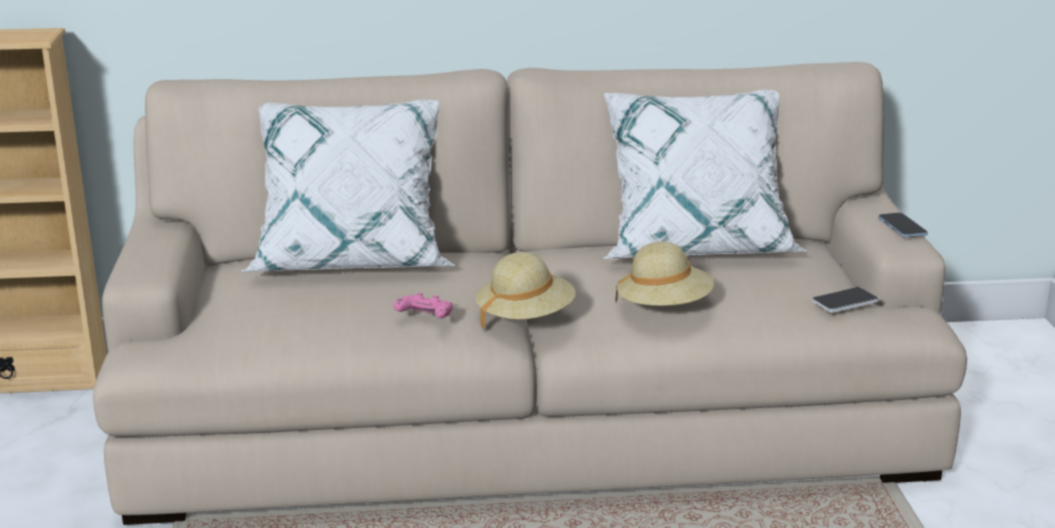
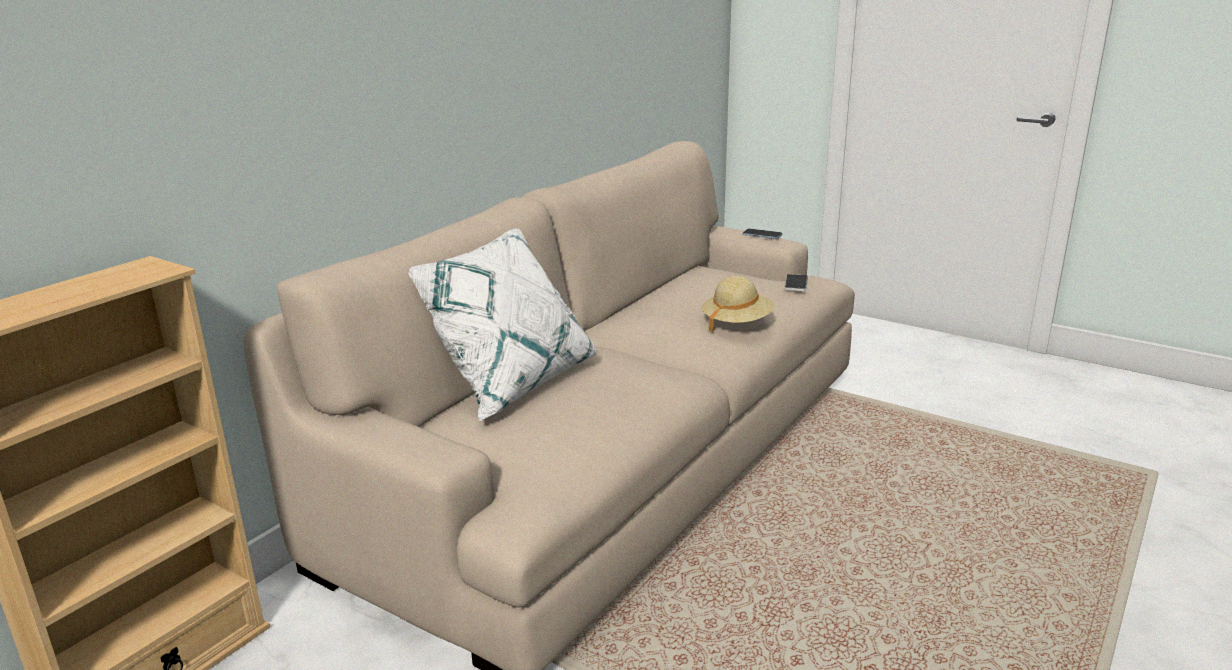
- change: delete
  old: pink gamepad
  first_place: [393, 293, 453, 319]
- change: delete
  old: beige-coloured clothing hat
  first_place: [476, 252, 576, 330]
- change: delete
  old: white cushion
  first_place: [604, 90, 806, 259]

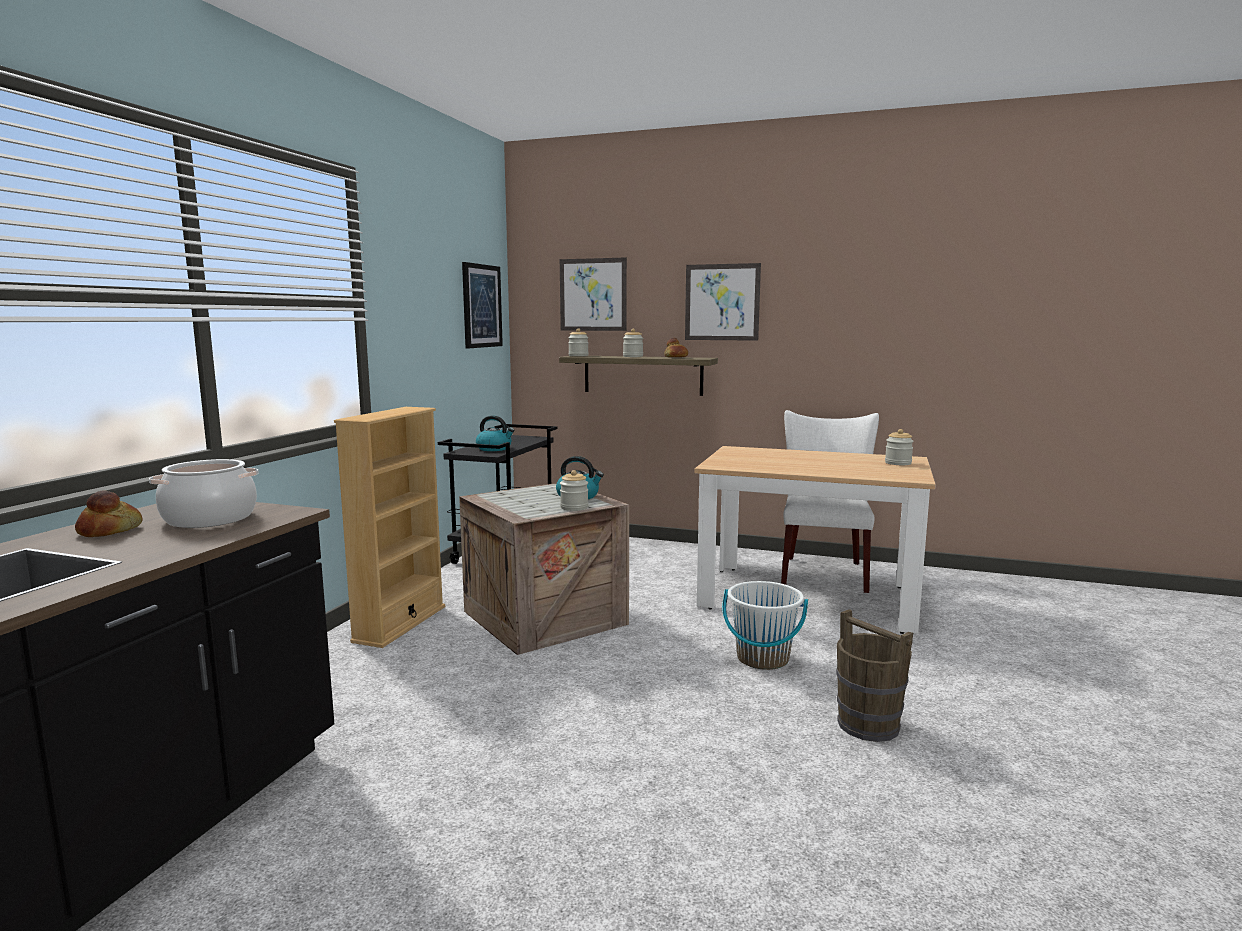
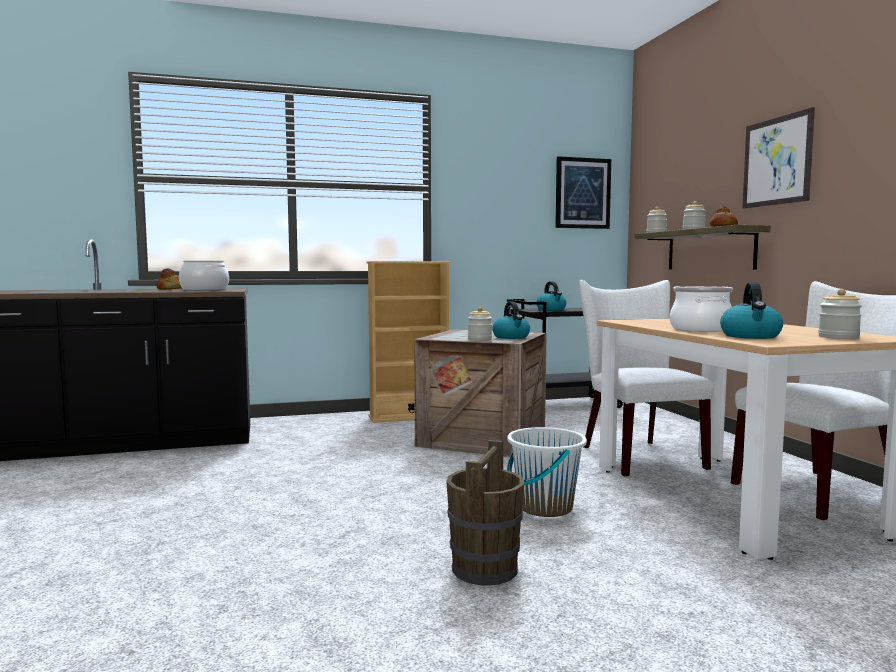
- change: delete
  old: wall art
  first_place: [560, 258, 627, 331]
- change: insert
  new: white chair
  second_place: [579, 280, 714, 476]
- change: insert
  new: stockpot
  second_place: [670, 286, 733, 332]
- change: insert
  new: water kettle
  second_place: [720, 282, 783, 339]

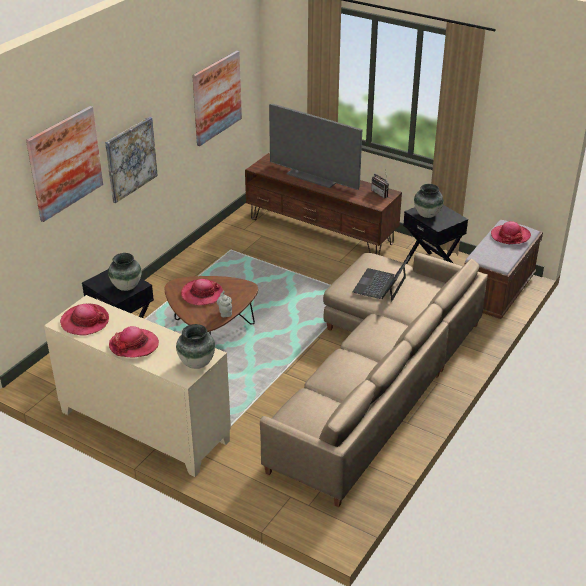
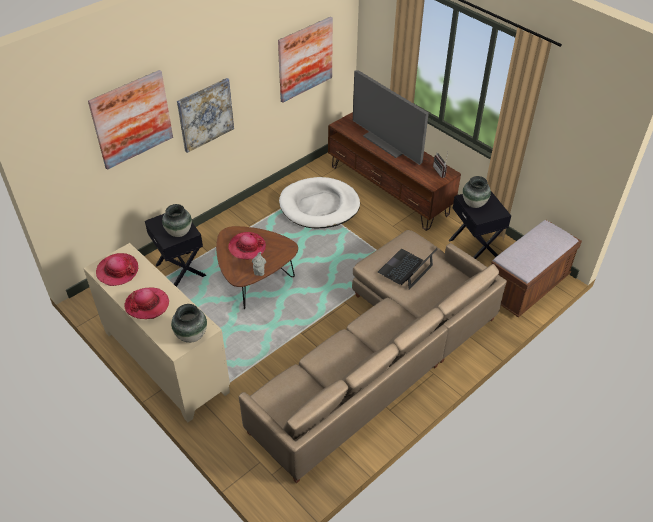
- change: delete
  old: clothing hat
  first_place: [491, 221, 531, 244]
- change: insert
  new: white dog cushion
  second_place: [279, 177, 360, 229]

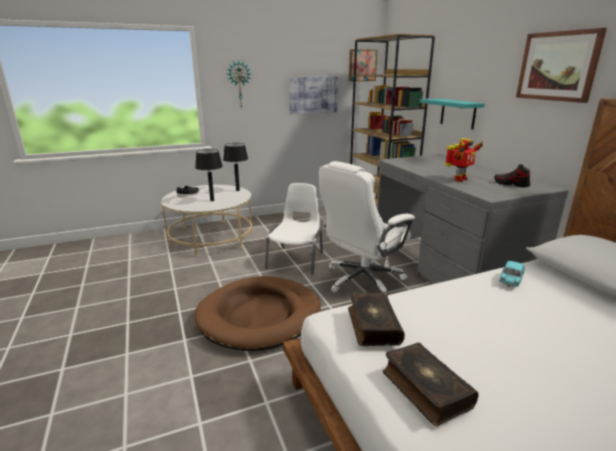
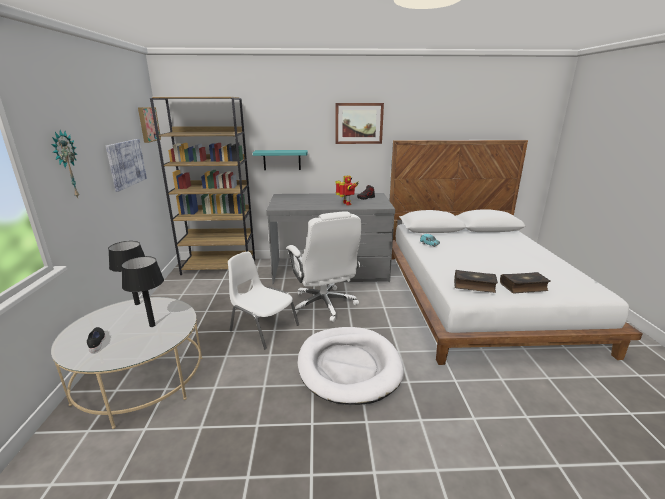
- change: recolor
  old: brown-coloured dog cushion
  new: white dog cushion
  first_place: [195, 276, 321, 351]
  second_place: [298, 327, 404, 405]

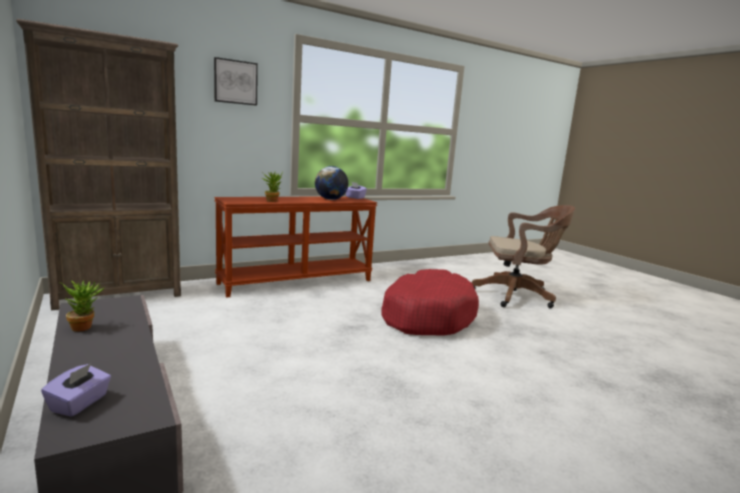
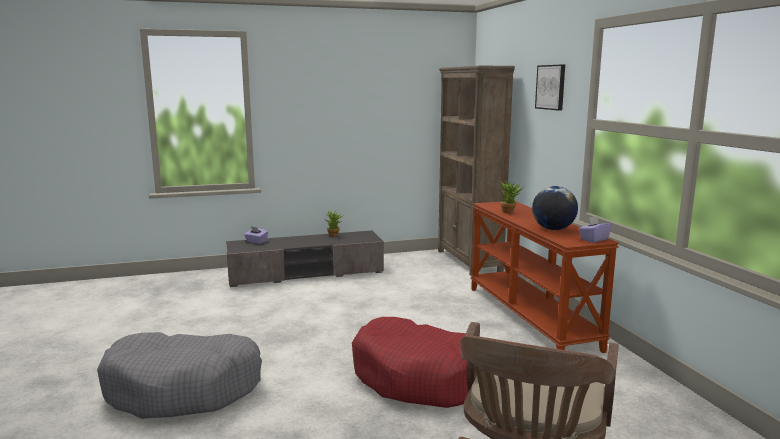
- change: insert
  new: greyish dog cushion
  second_place: [97, 332, 262, 419]

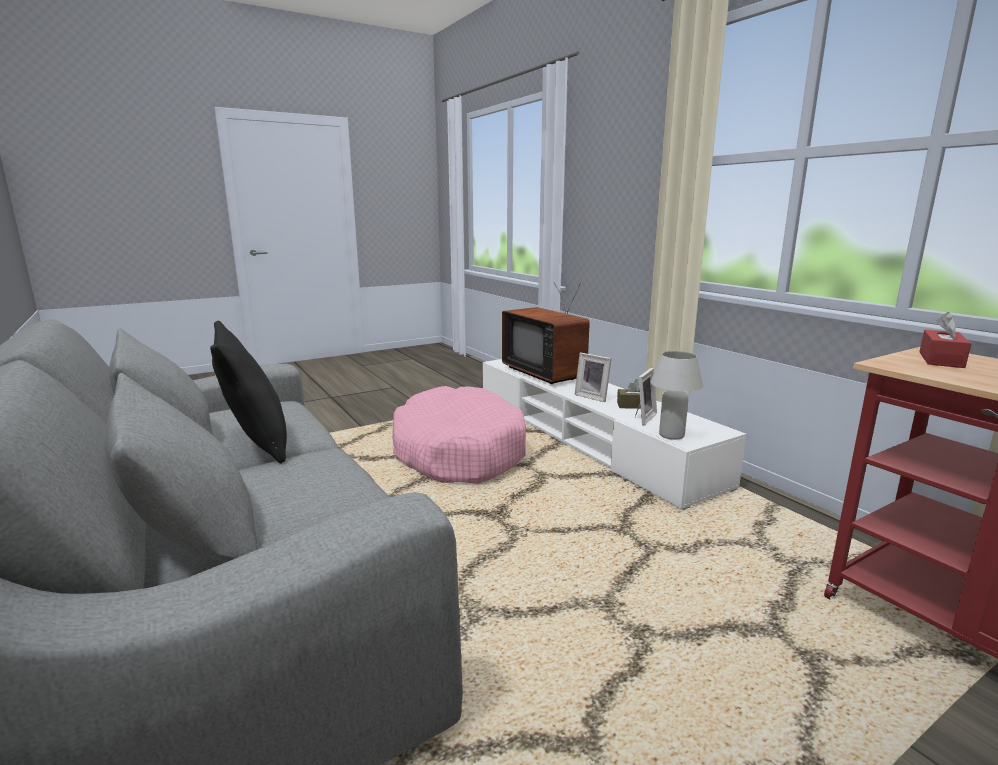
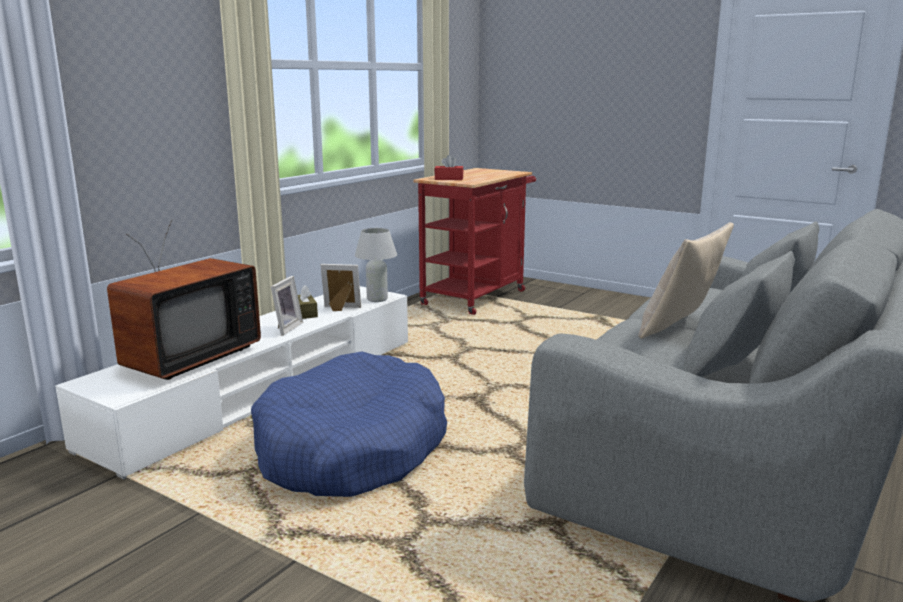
- change: recolor
  old: black cushion
  new: beige-coloured cushion
  first_place: [210, 320, 287, 463]
  second_place: [638, 222, 734, 339]
- change: recolor
  old: pink dog cushion
  new: blue dog cushion
  first_place: [392, 386, 526, 483]
  second_place: [251, 352, 447, 497]

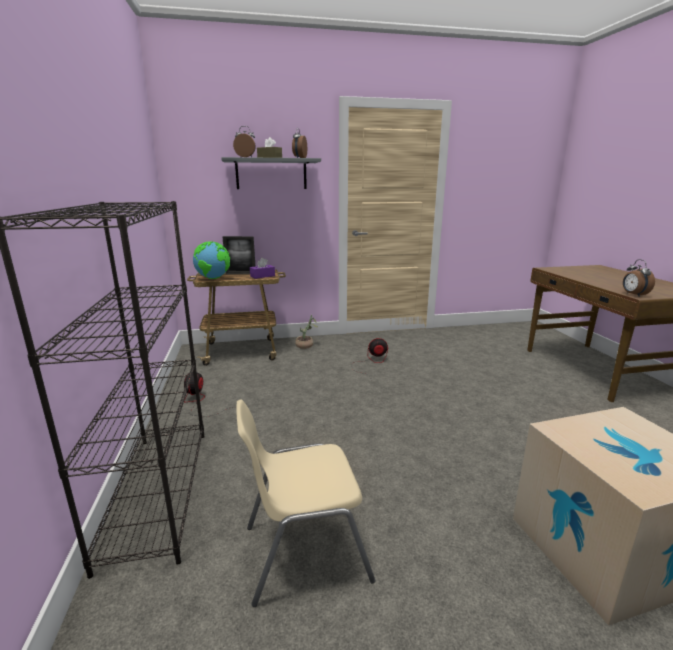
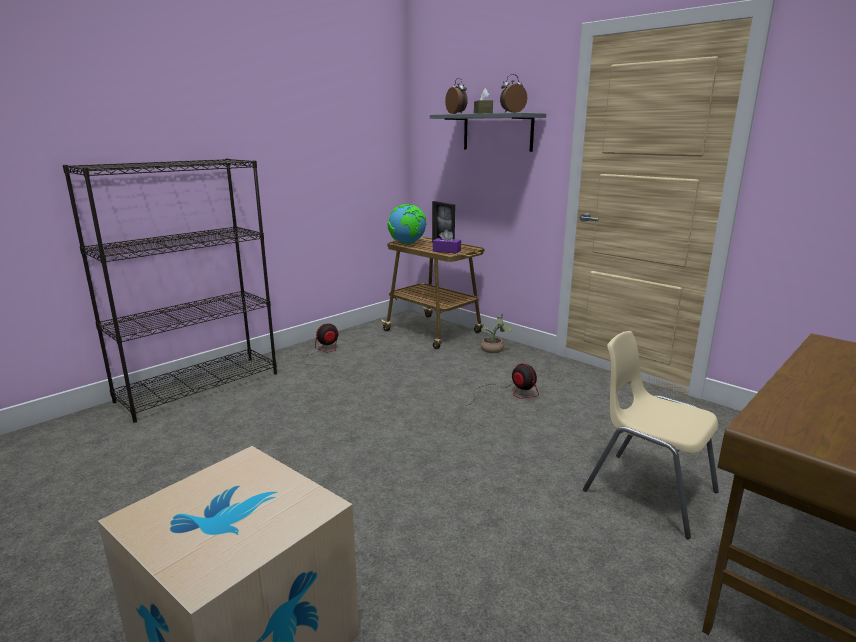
- change: delete
  old: table clock
  first_place: [623, 259, 655, 296]
- change: move
  old: beige-coloured chair
  first_place: [236, 399, 375, 607]
  second_place: [583, 331, 719, 539]

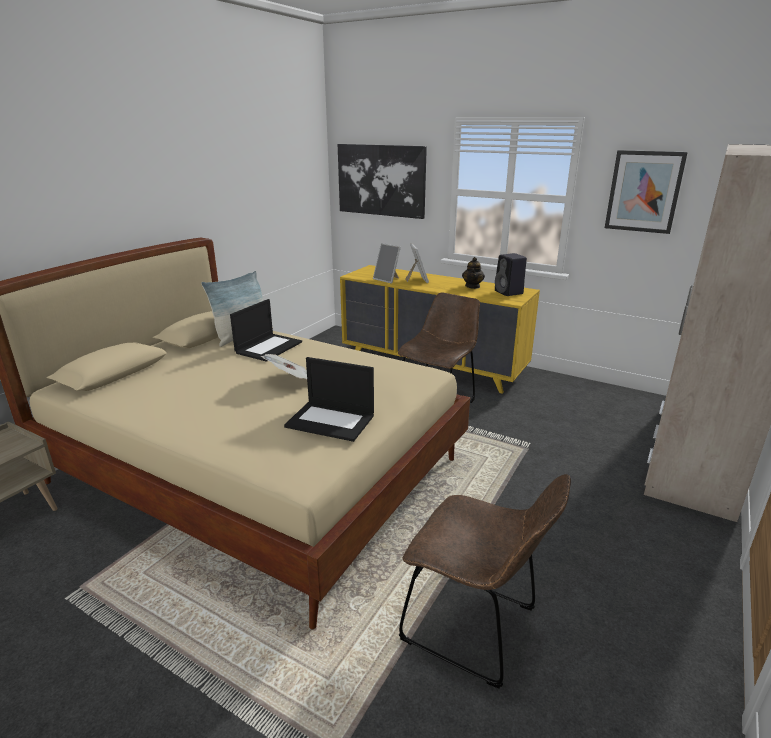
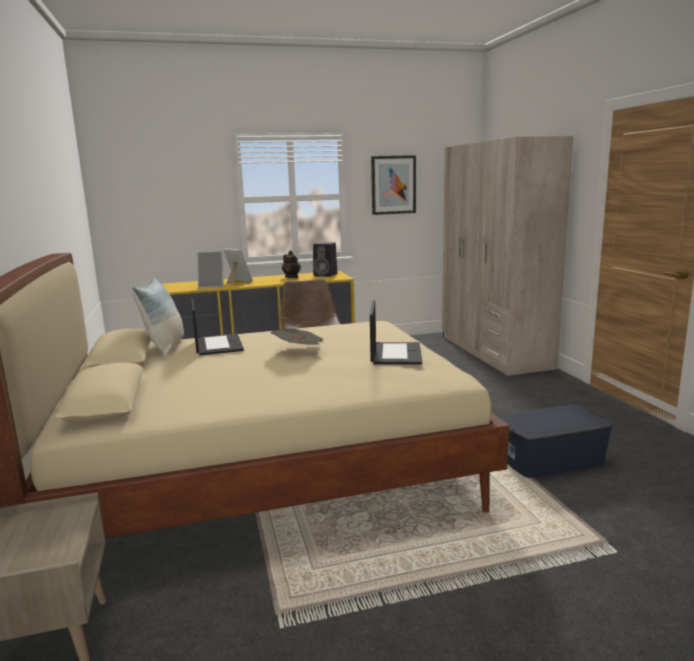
- change: delete
  old: wall art
  first_place: [338, 144, 427, 219]
- change: replace
  old: brown-coloured chair
  new: blue storage container
  first_place: [399, 474, 571, 689]
  second_place: [498, 405, 613, 478]
- change: rotate
  old: portable computer
  first_place: [284, 357, 374, 442]
  second_place: [370, 300, 422, 364]
  degrees: -60

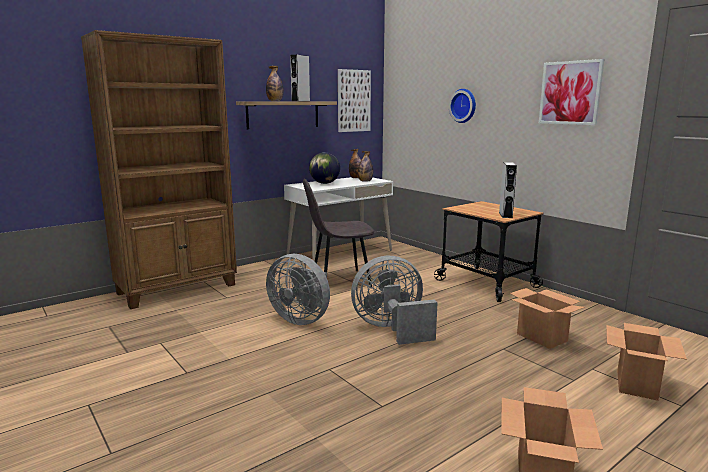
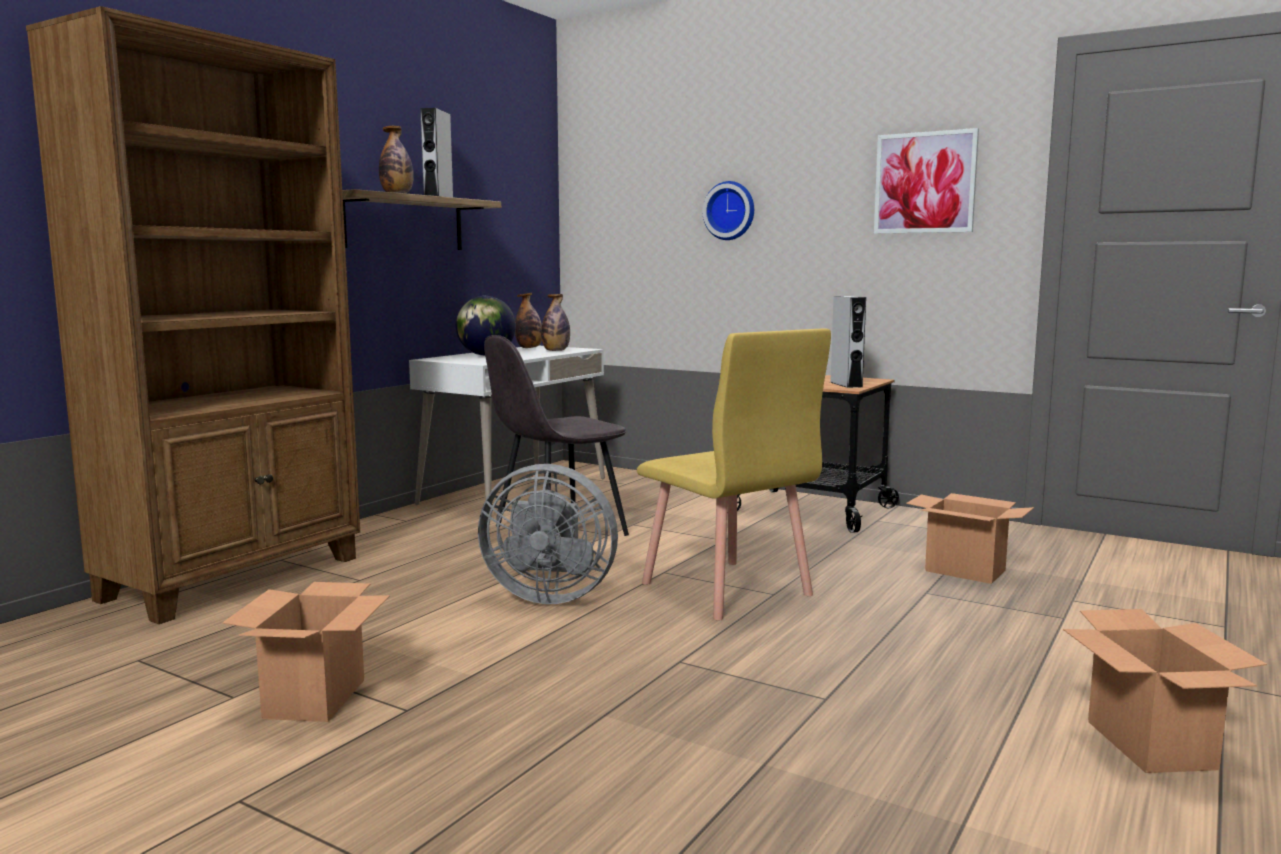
- change: delete
  old: wall art
  first_place: [338, 69, 371, 132]
- change: move
  old: carton
  first_place: [606, 323, 687, 401]
  second_place: [222, 582, 390, 722]
- change: replace
  old: greyish electric fan
  new: yellow-coloured chair
  first_place: [351, 256, 438, 345]
  second_place: [637, 329, 831, 621]

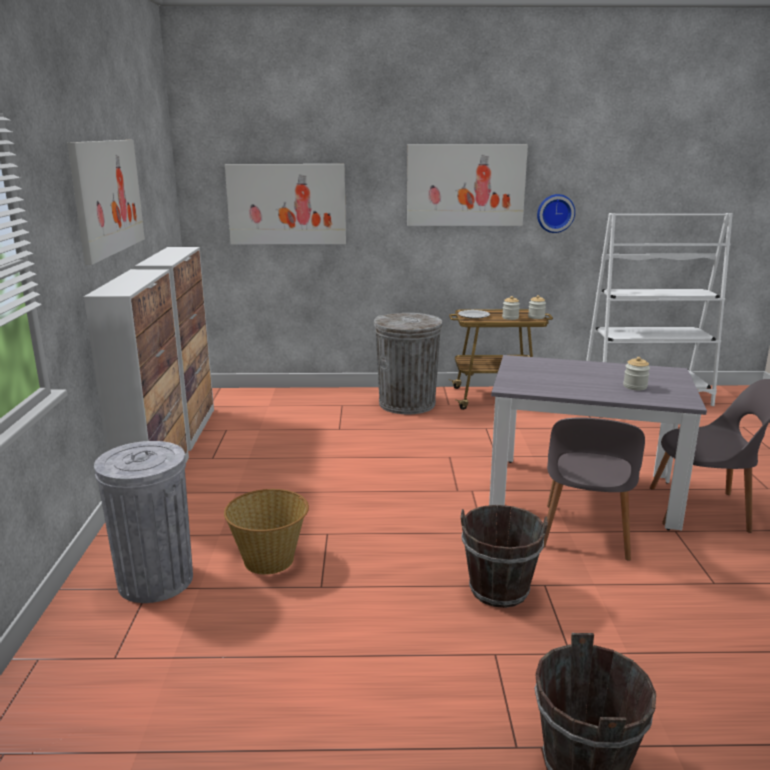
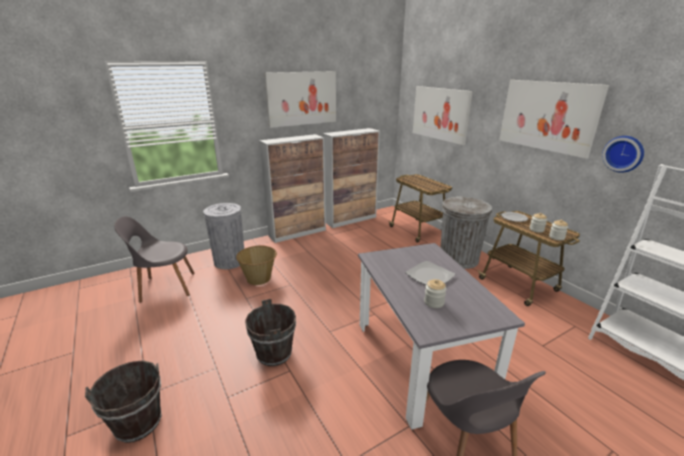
- change: insert
  new: trolley
  second_place: [388, 174, 452, 243]
- change: insert
  new: flat dish
  second_place: [405, 261, 456, 285]
- change: move
  old: greyish chair
  first_place: [543, 418, 645, 561]
  second_place: [114, 216, 195, 303]

